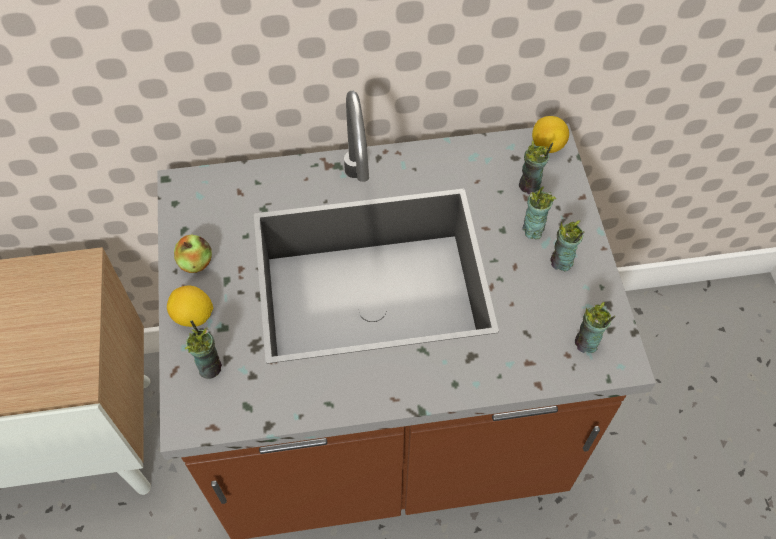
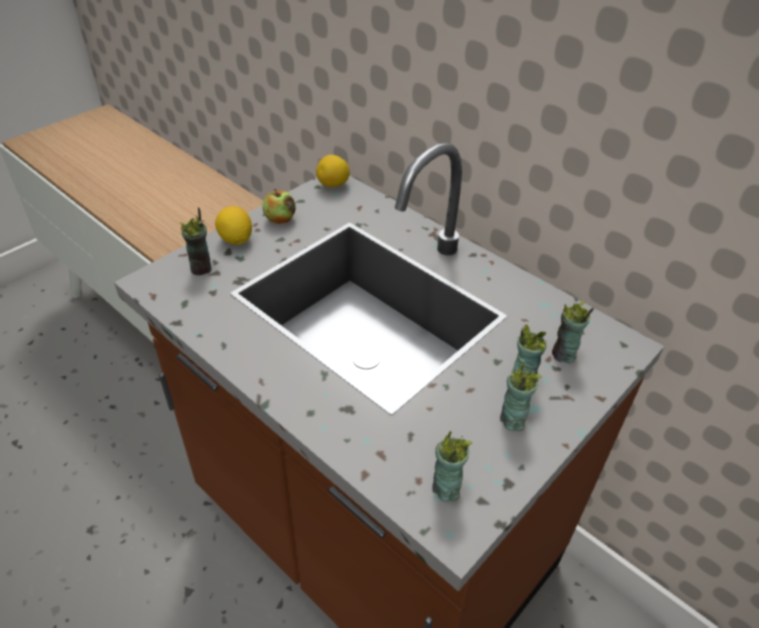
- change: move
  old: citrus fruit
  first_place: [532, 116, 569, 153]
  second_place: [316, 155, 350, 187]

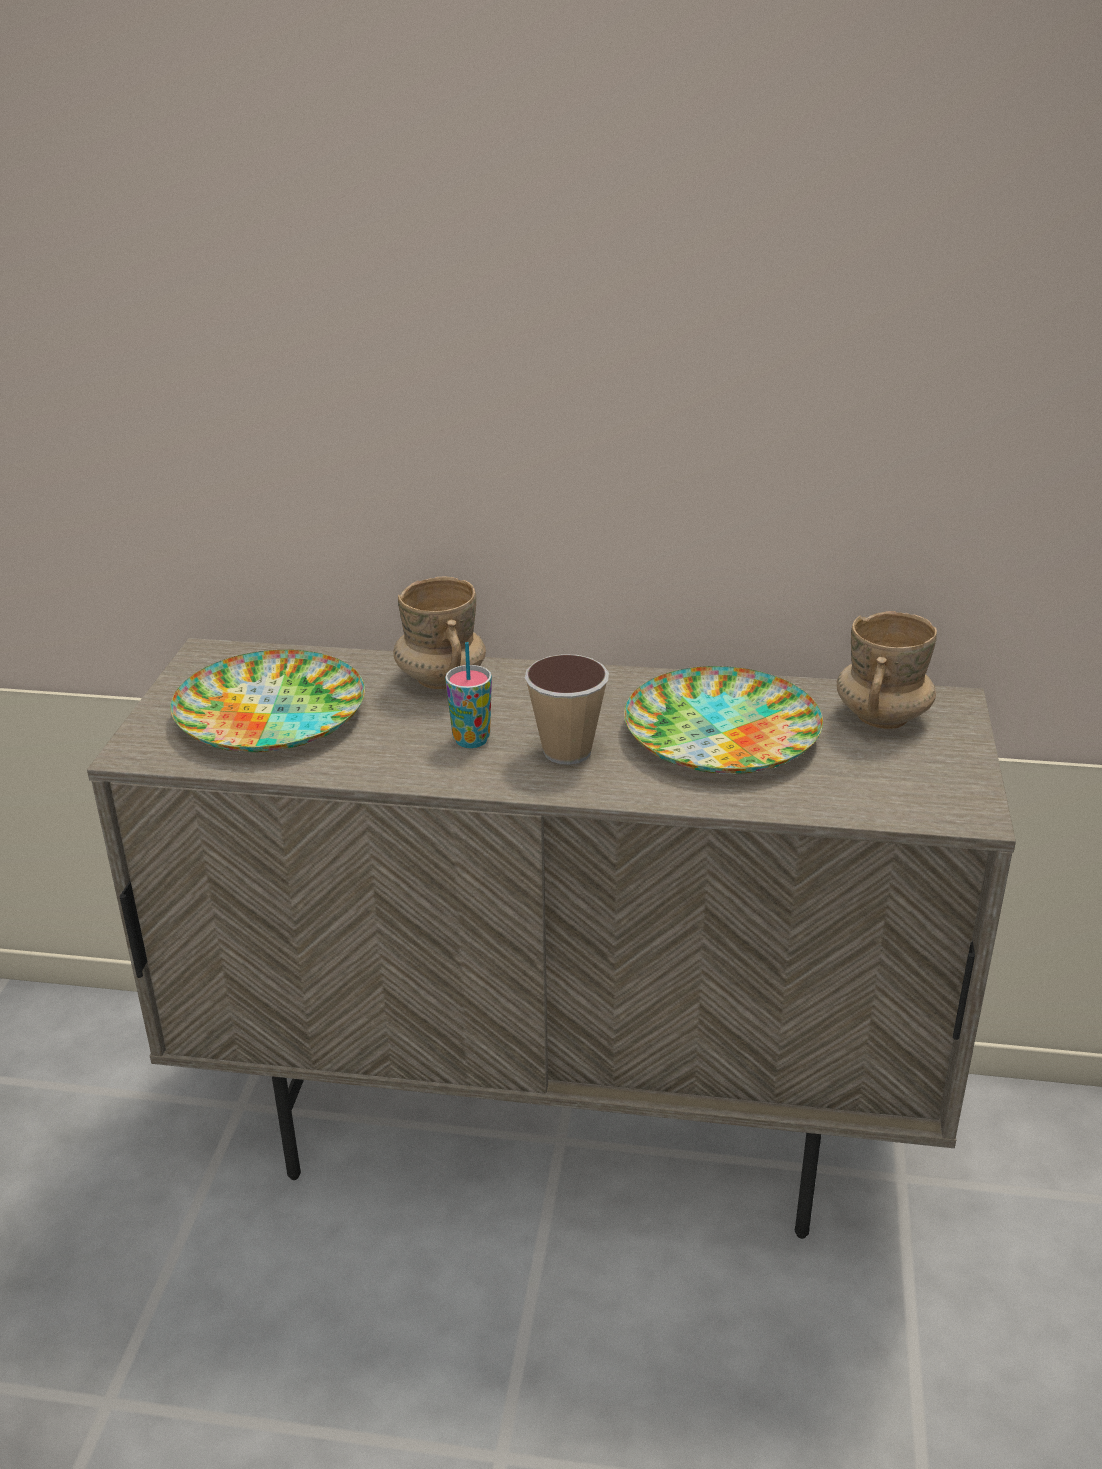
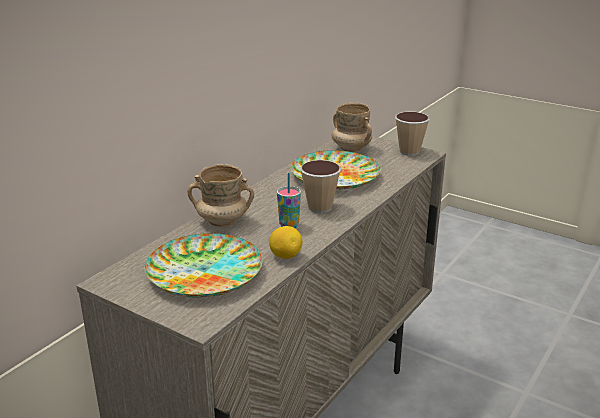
- change: insert
  new: citrus fruit
  second_place: [269, 226, 302, 259]
- change: insert
  new: small cup
  second_place: [395, 112, 430, 156]

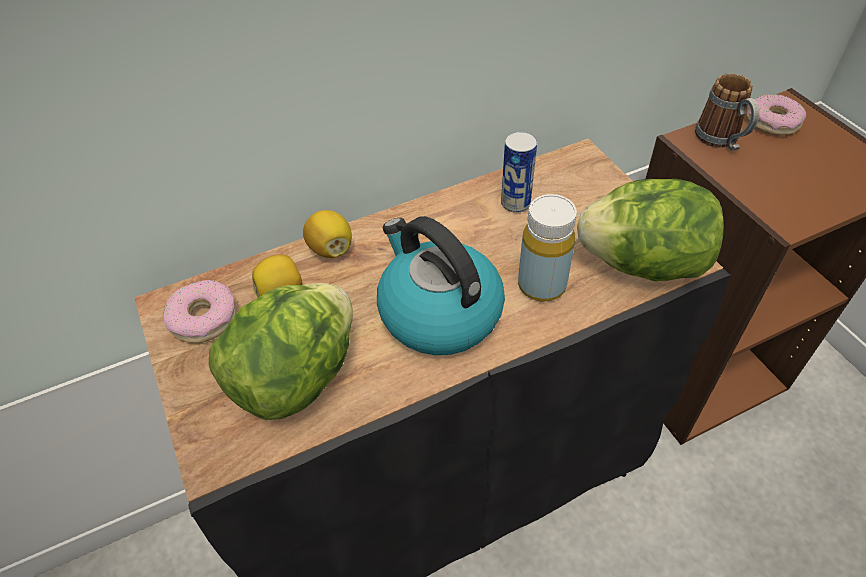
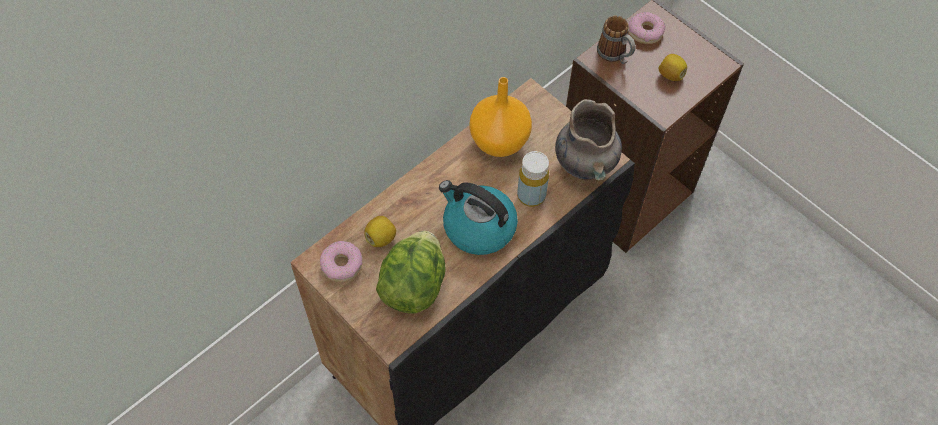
- change: move
  old: citrus fruit
  first_place: [303, 210, 352, 258]
  second_place: [659, 54, 687, 81]
- change: replace
  old: metal can
  new: orange decorative vase
  first_place: [501, 131, 537, 213]
  second_place: [469, 77, 532, 157]
- change: replace
  old: head of lettuce
  new: greyish decorative vase
  first_place: [577, 179, 724, 281]
  second_place: [555, 99, 622, 180]

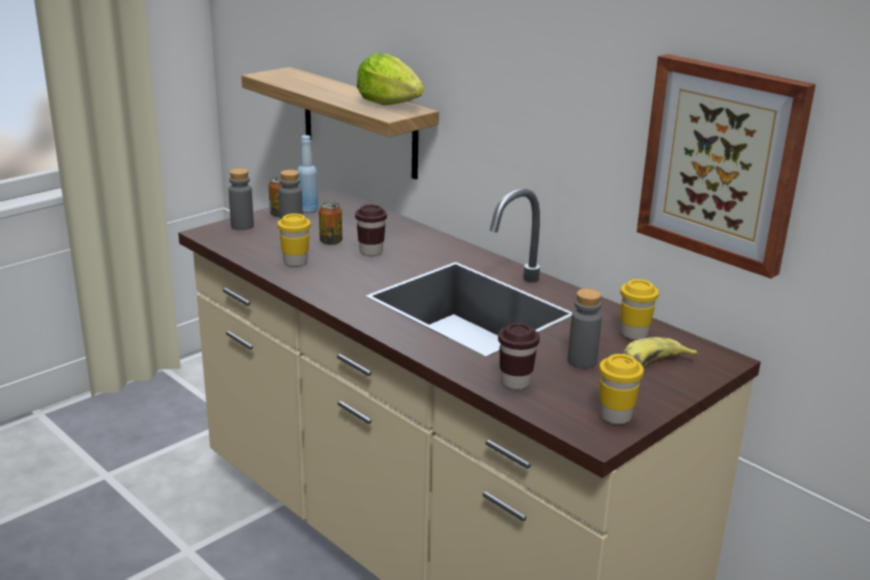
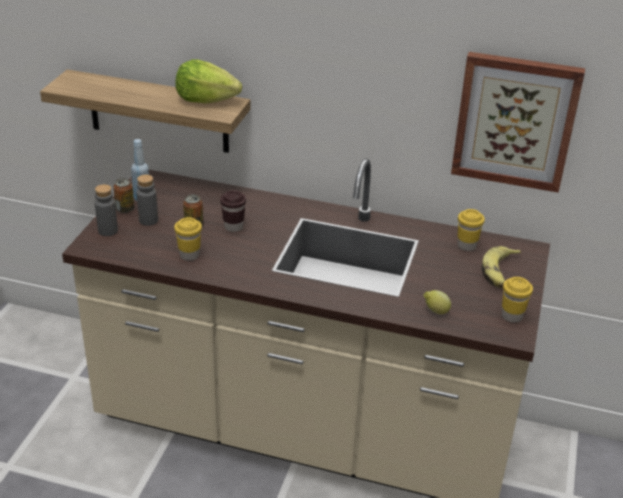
- change: delete
  old: greyish bottle
  first_place: [568, 289, 602, 368]
- change: replace
  old: brown-coloured small cup
  new: citrus fruit
  first_place: [498, 323, 540, 390]
  second_place: [424, 290, 451, 314]

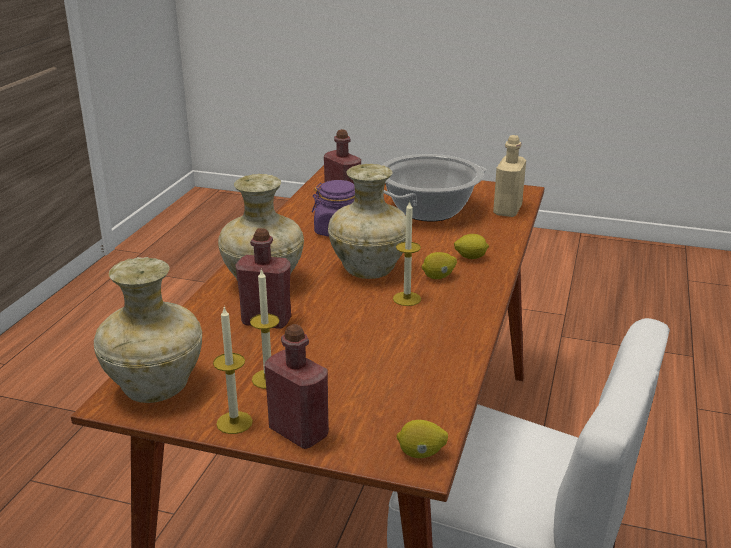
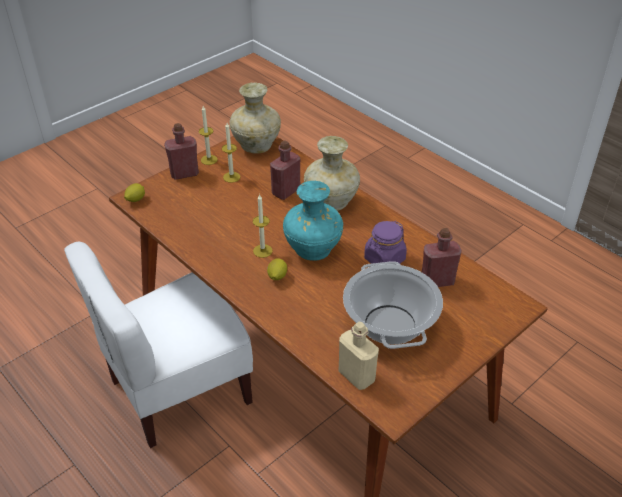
- change: delete
  old: citrus fruit
  first_place: [454, 234, 489, 259]
- change: recolor
  old: beige-coloured decorative vase
  new: turquoise decorative vase
  first_place: [328, 164, 406, 279]
  second_place: [283, 181, 343, 261]

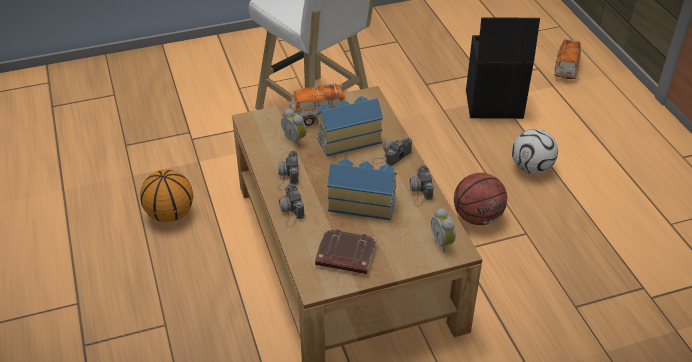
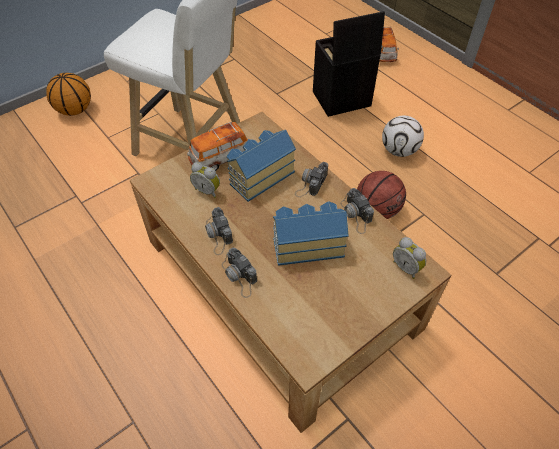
- change: delete
  old: brown-coloured book
  first_place: [315, 229, 377, 274]
- change: move
  old: basketball
  first_place: [140, 170, 193, 222]
  second_place: [46, 73, 91, 116]

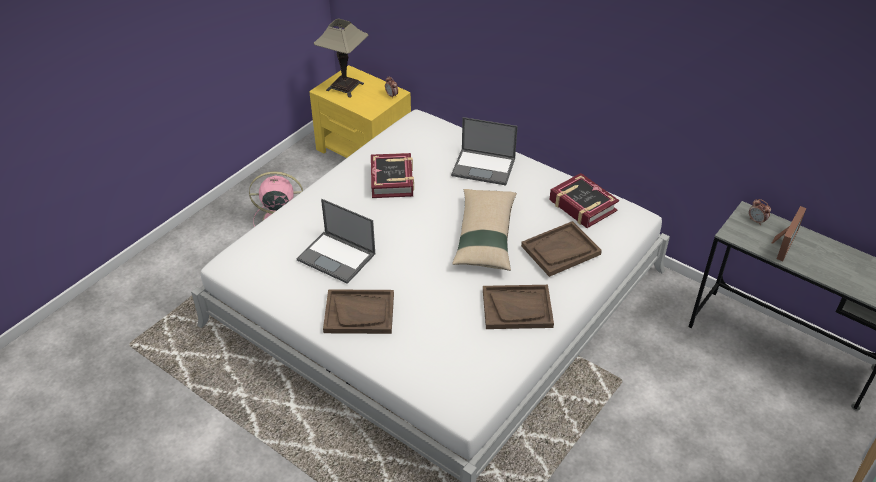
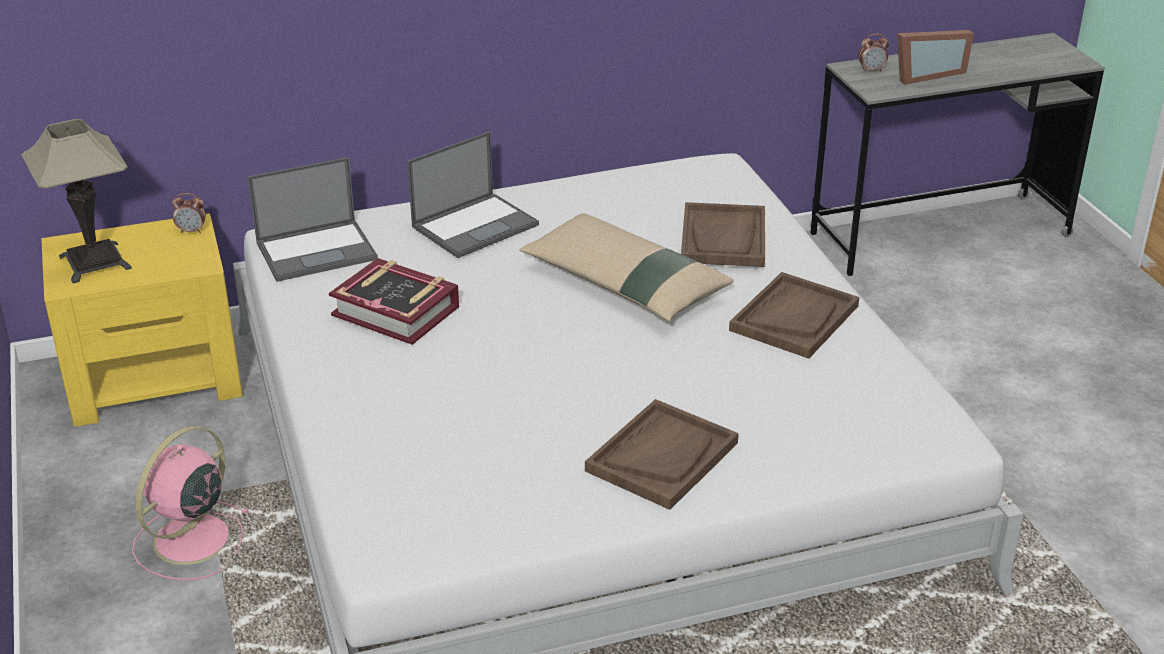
- change: delete
  old: book
  first_place: [549, 173, 619, 228]
- change: move
  old: portable computer
  first_place: [297, 199, 375, 284]
  second_place: [248, 157, 378, 282]
- change: rotate
  old: picture frame
  first_place: [772, 206, 806, 261]
  second_place: [897, 30, 974, 85]
  degrees: 90

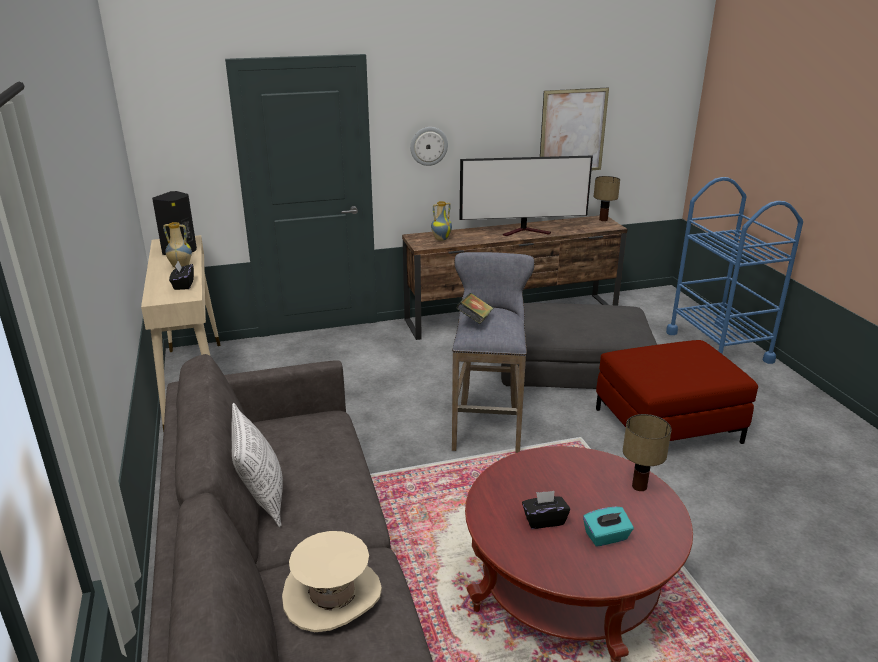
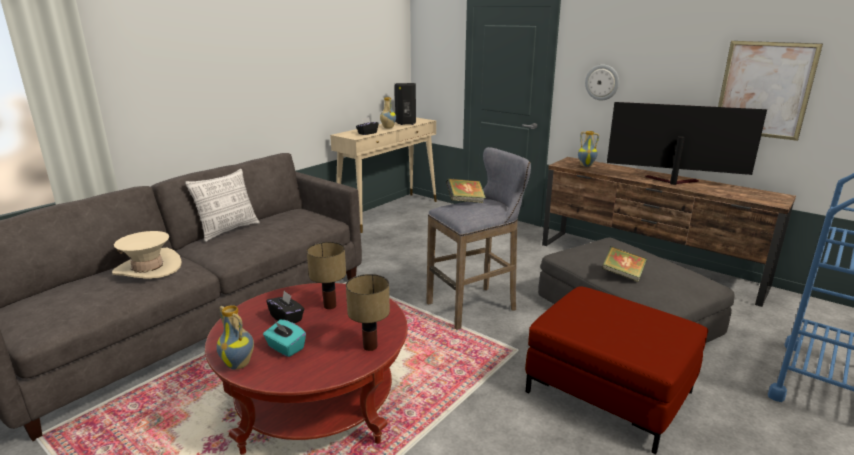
- change: insert
  new: decorative vase
  second_place: [217, 305, 254, 370]
- change: insert
  new: book
  second_place: [602, 246, 647, 282]
- change: move
  old: lamp for a table
  first_place: [594, 176, 620, 221]
  second_place: [307, 242, 346, 309]
- change: rotate
  old: TV set
  first_place: [459, 155, 593, 236]
  second_place: [607, 102, 767, 185]
  degrees: 150

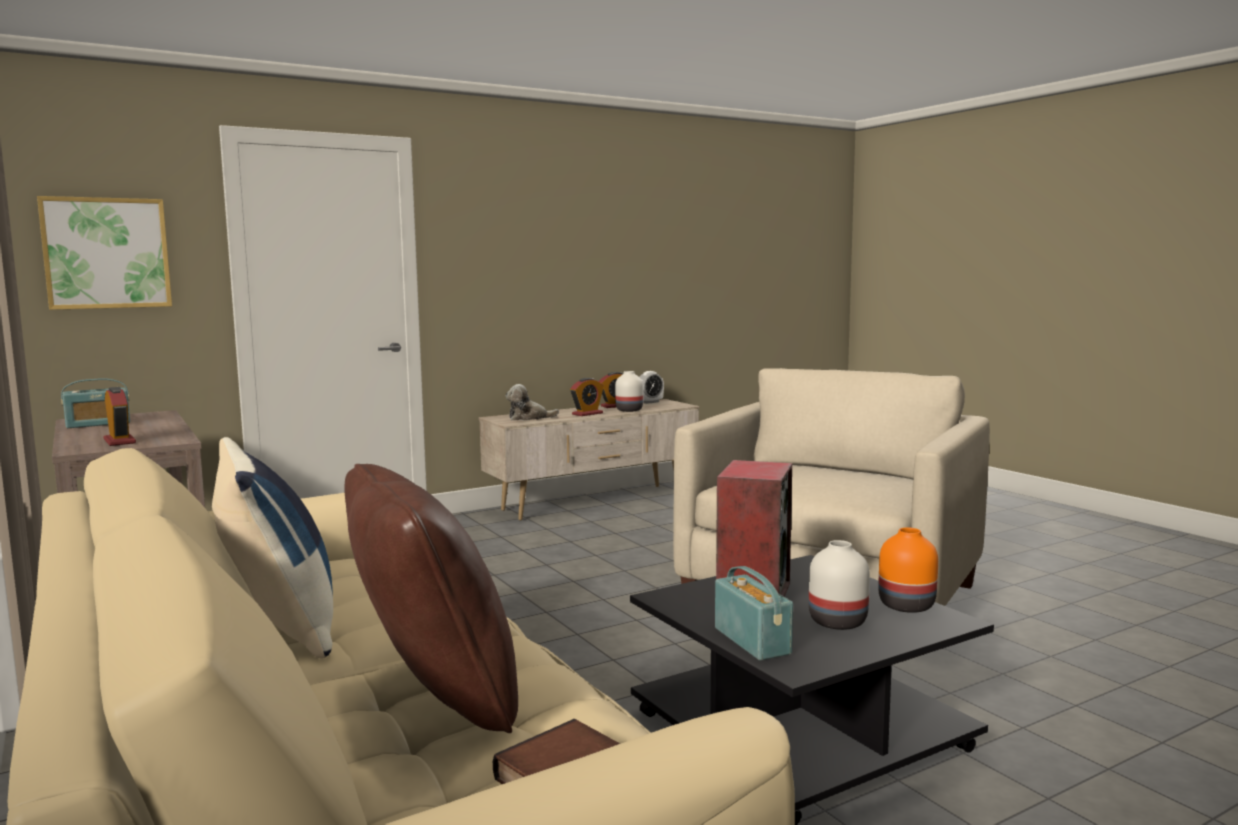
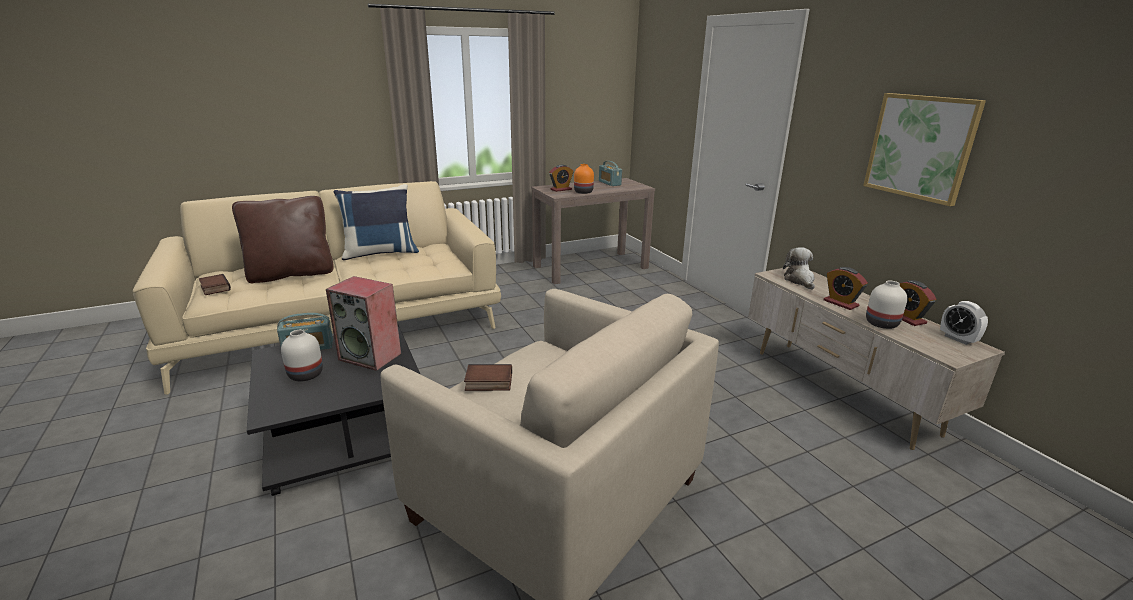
- change: insert
  new: book
  second_place: [464, 364, 512, 391]
- change: move
  old: wall art
  first_place: [37, 196, 172, 310]
  second_place: [863, 93, 986, 206]
- change: move
  old: orange decorative vase
  first_place: [878, 527, 938, 613]
  second_place: [574, 164, 594, 194]

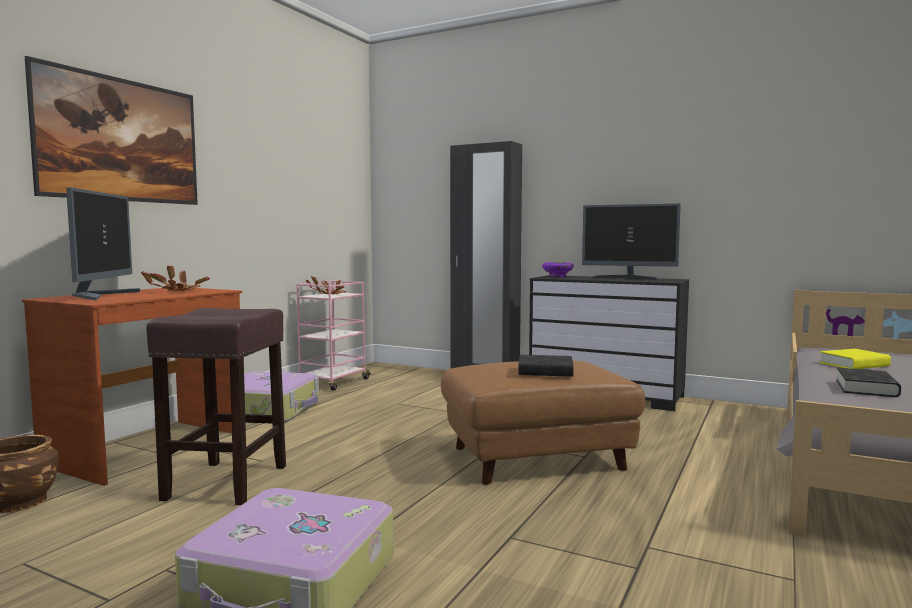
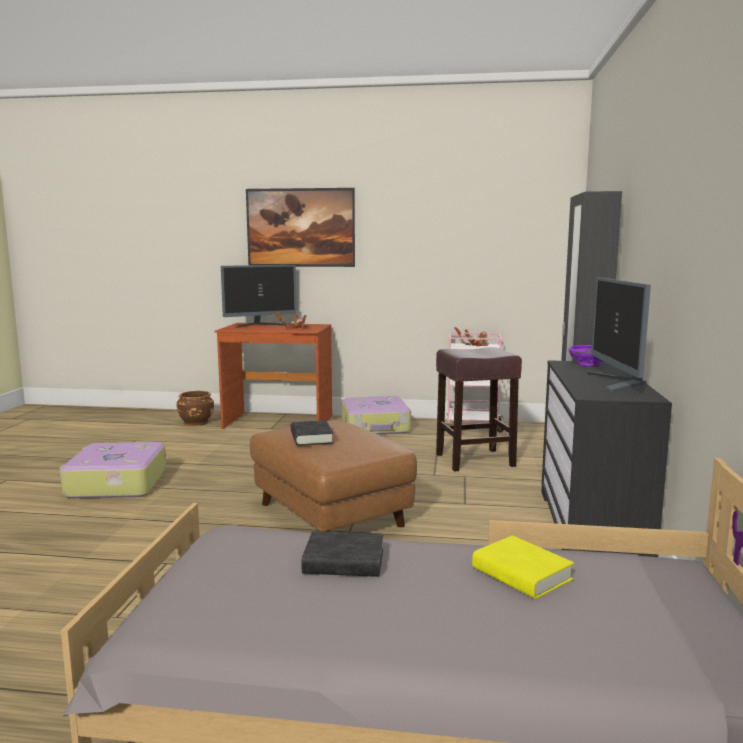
- change: move
  old: brown-coloured sitting stool
  first_place: [146, 308, 286, 505]
  second_place: [436, 347, 522, 472]

